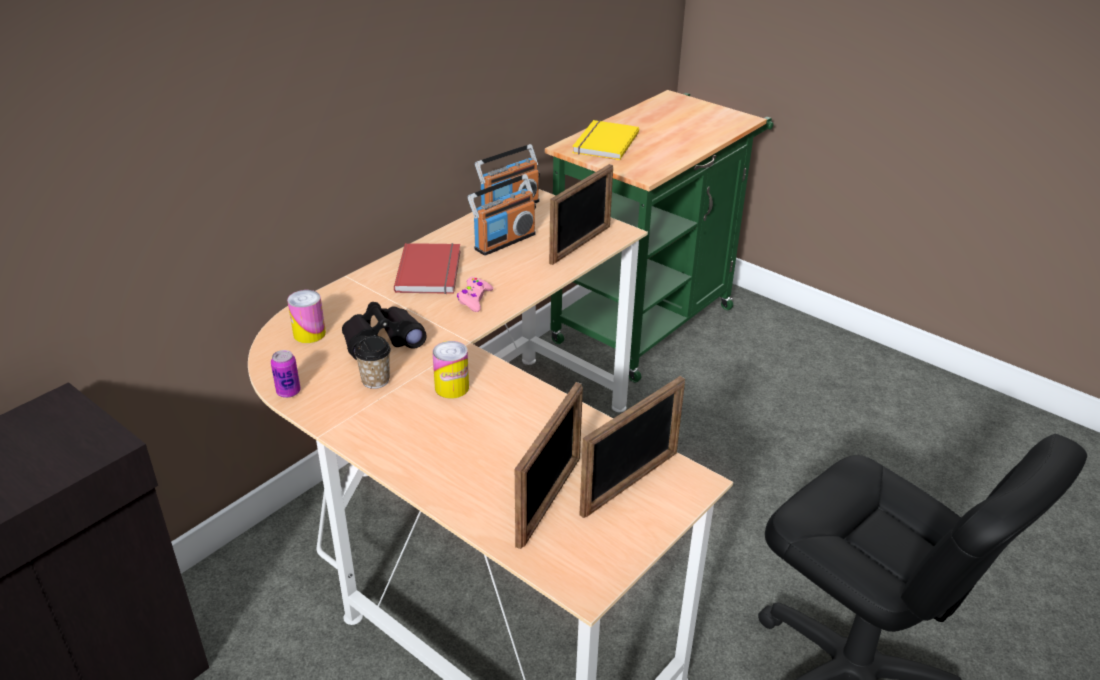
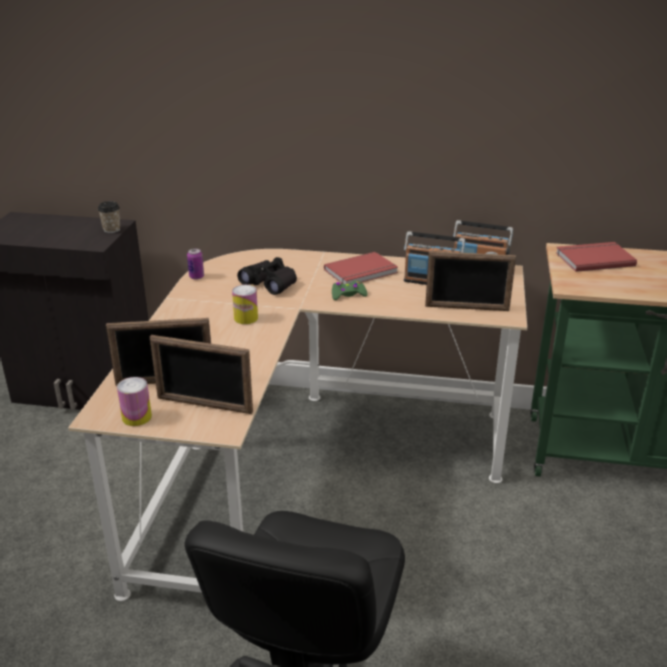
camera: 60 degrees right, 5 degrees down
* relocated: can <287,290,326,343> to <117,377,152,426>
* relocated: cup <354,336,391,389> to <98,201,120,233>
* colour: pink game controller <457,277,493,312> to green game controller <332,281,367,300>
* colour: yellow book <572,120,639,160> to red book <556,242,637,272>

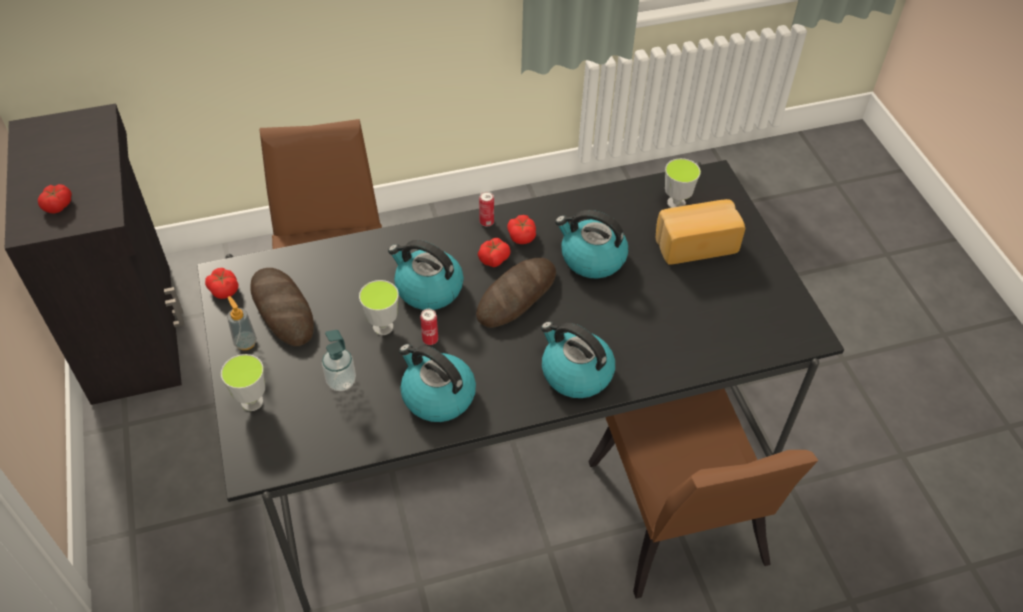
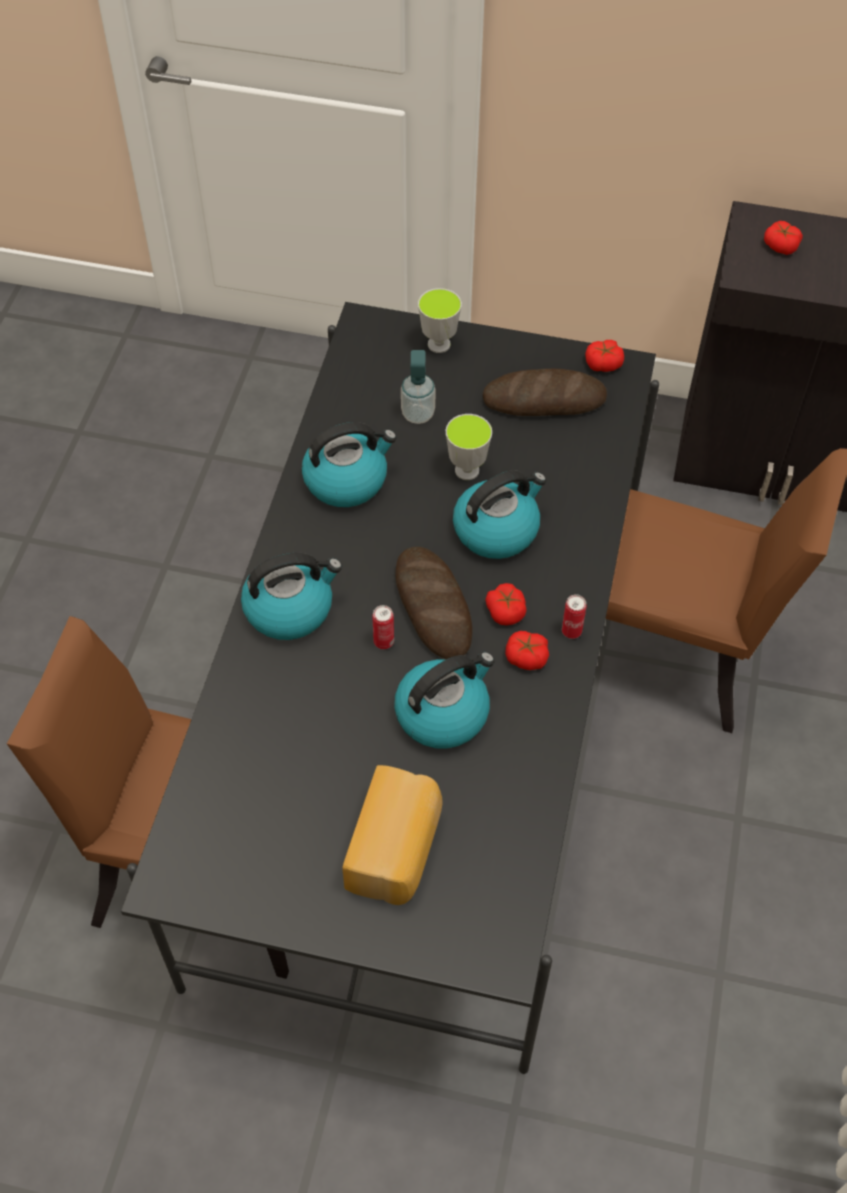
camera: 120 degrees right, 5 degrees up
* missing: soap dispenser <227,296,257,350>
* relocated: can <420,309,438,345> to <372,605,394,649>
* missing: cup <665,158,701,208>

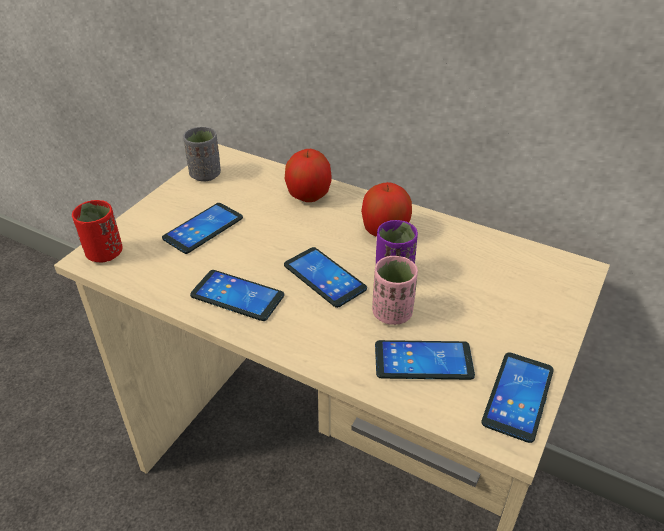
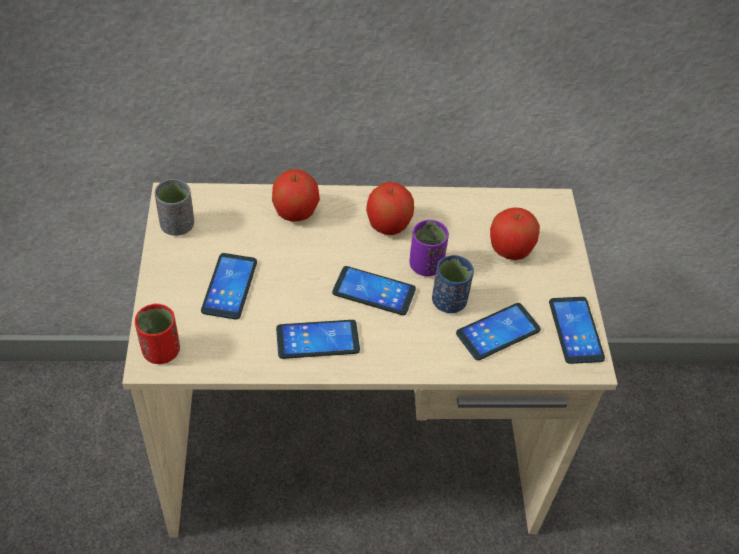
camera: 35 degrees left, 10 degrees up
* colour: pink cup <372,256,418,325> to blue cup <432,255,474,313>
* appeared: apple <490,208,540,260>

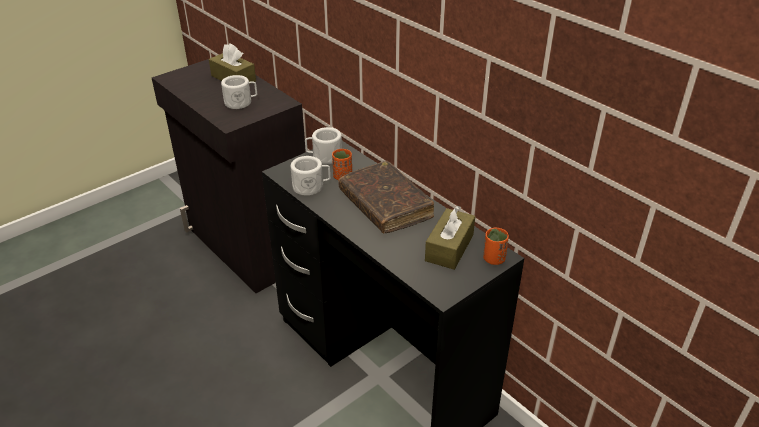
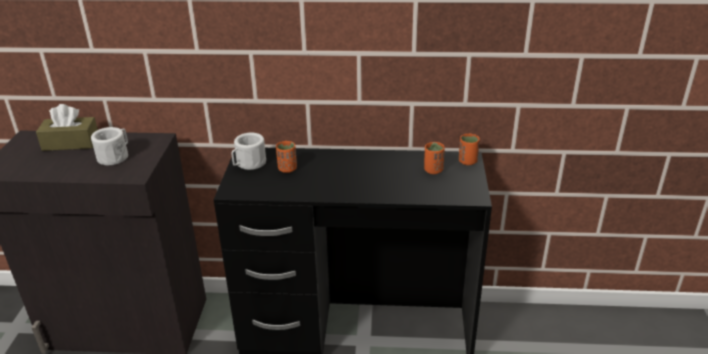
camera: 45 degrees left, 5 degrees down
* missing: white mug <291,156,331,196>
* missing: brown book <338,161,434,234>
* exchanged: brown tissue box <425,205,475,270> to orange cup <424,142,445,174>

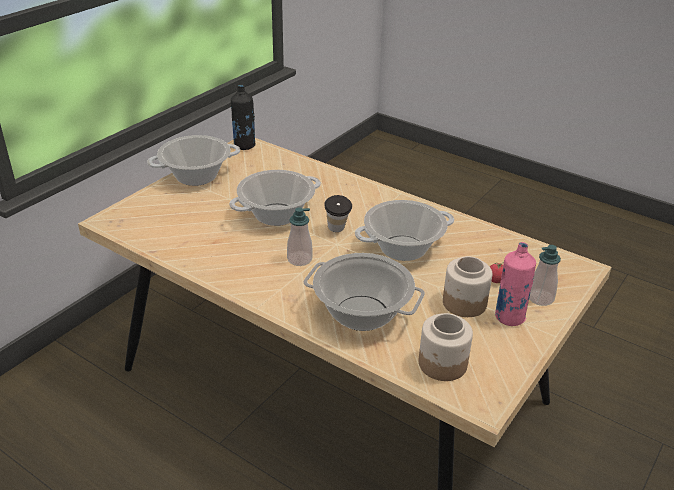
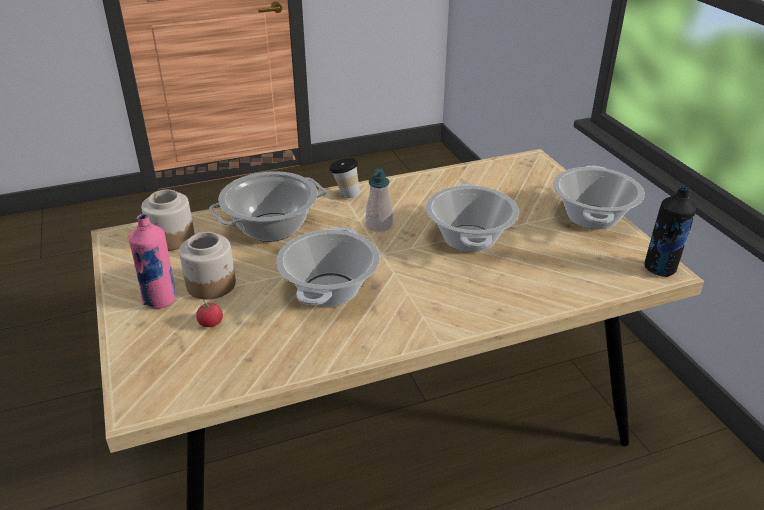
camera: 125 degrees right, 0 degrees up
* relocated: cup <324,195,352,232> to <329,158,360,198>
* missing: soap dispenser <529,245,561,306>

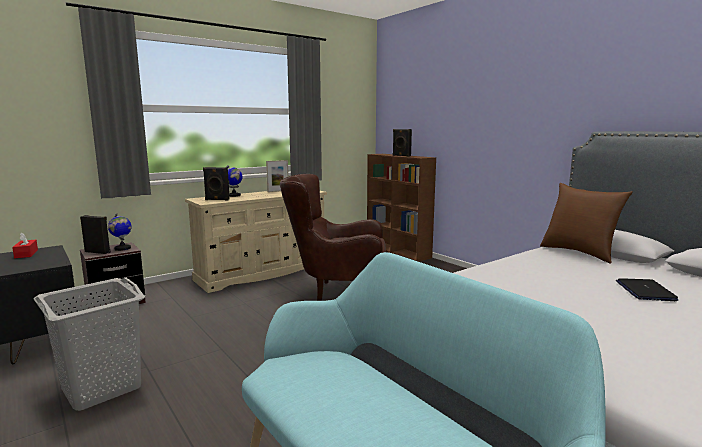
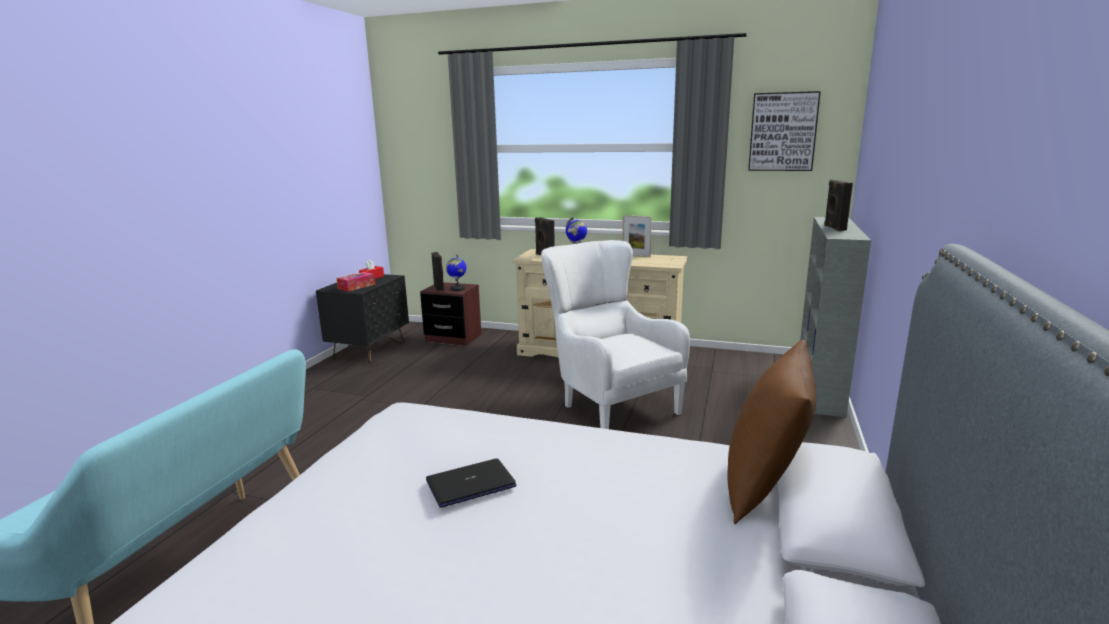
camera: 55 degrees right, 5 degrees up
* missing: grey laundry basket <33,278,145,411>
* colour: brown armchair <280,174,386,301> to white armchair <541,240,690,429>
* colour: brown bookcase <367,154,436,262> to grey bookcase <800,217,871,417>
* relocated: laptop <616,278,679,301> to <426,458,517,508>
* appeared: tissue box <337,272,376,292>
* appeared: picture <748,91,821,171>

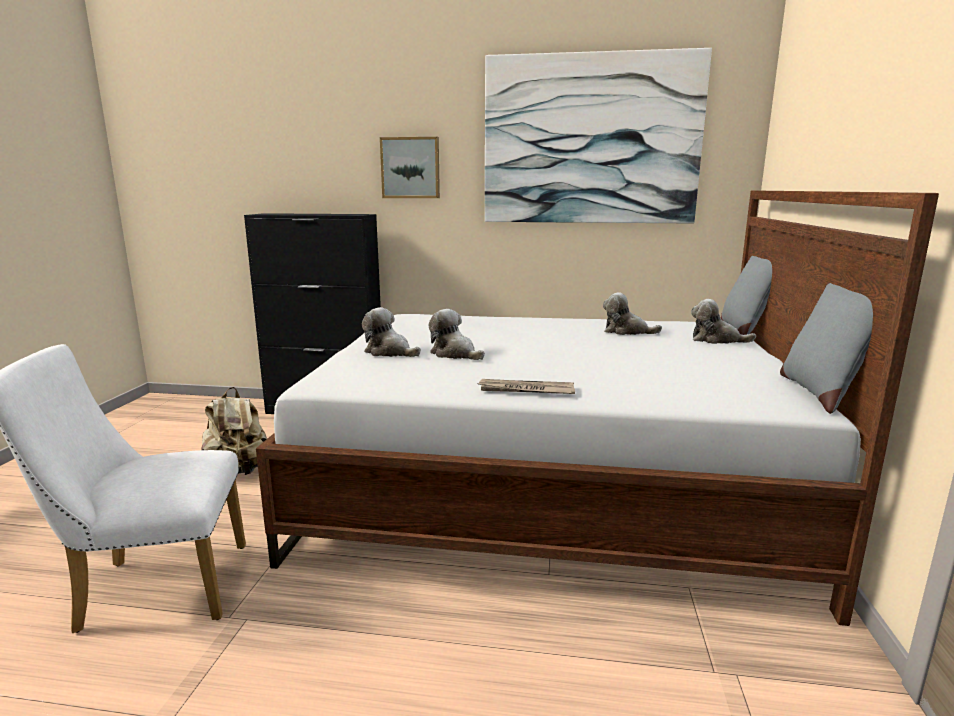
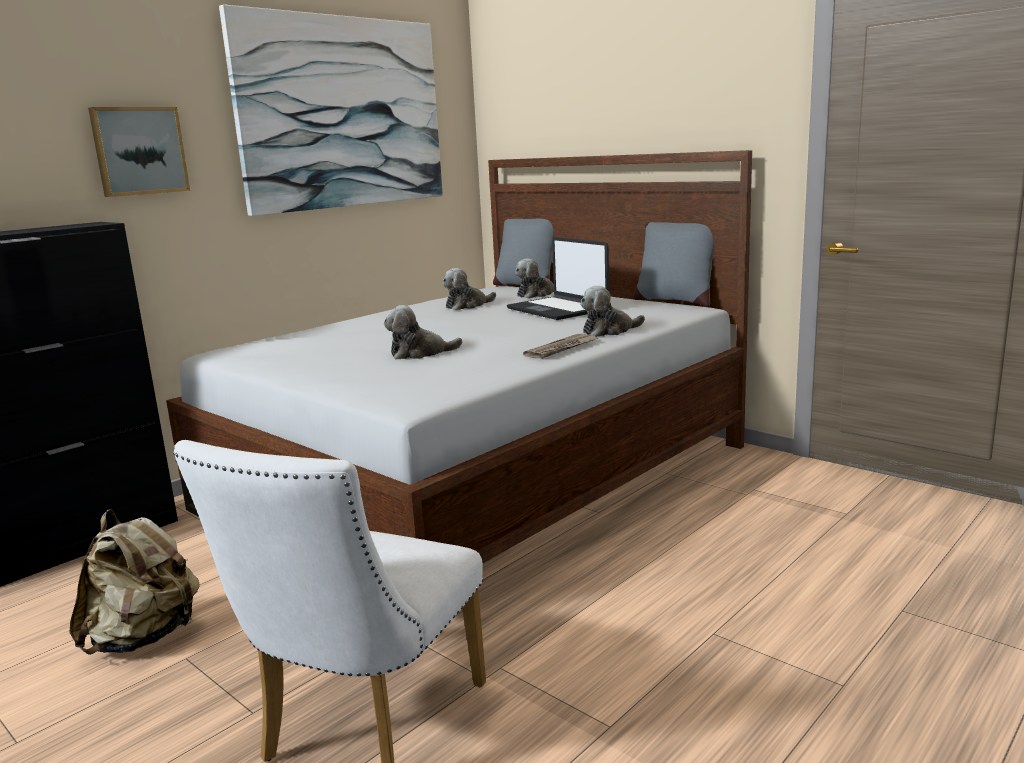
camera: 55 degrees left, 0 degrees up
* relocated: plush toy <362,307,421,357> to <580,286,645,337>
* appeared: laptop <507,237,609,320>

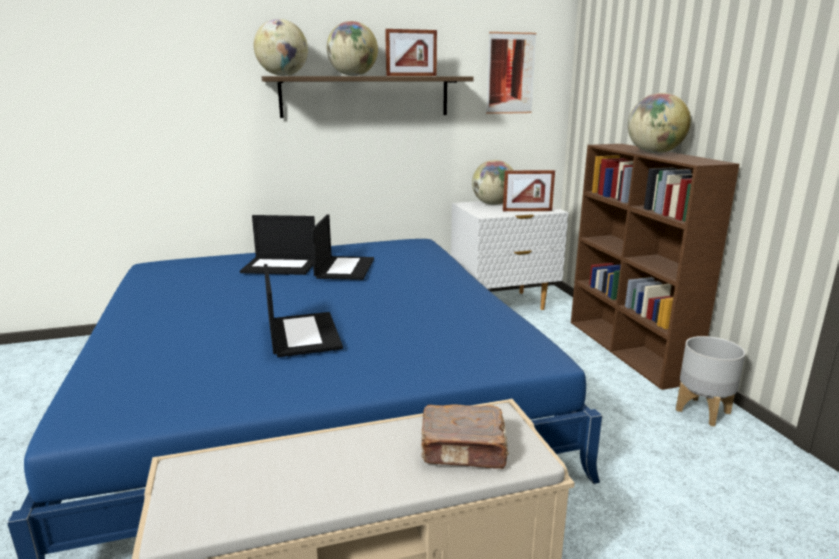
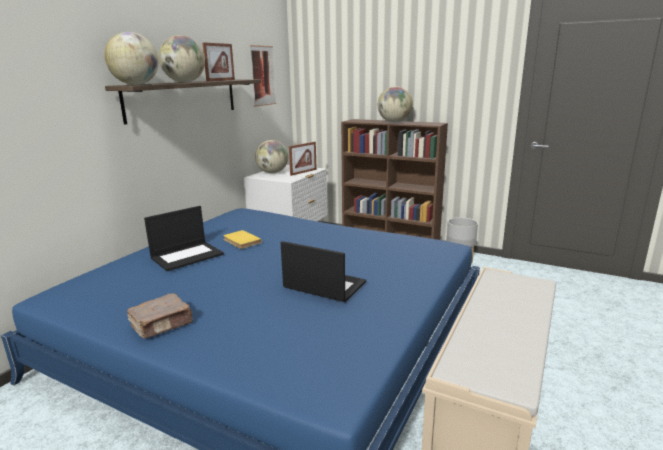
camera: 45 degrees left, 0 degrees up
* exchanged: laptop <311,214,374,280> to yellow book <223,230,262,249>
* relocated: brown book <421,404,509,469> to <127,293,193,338>

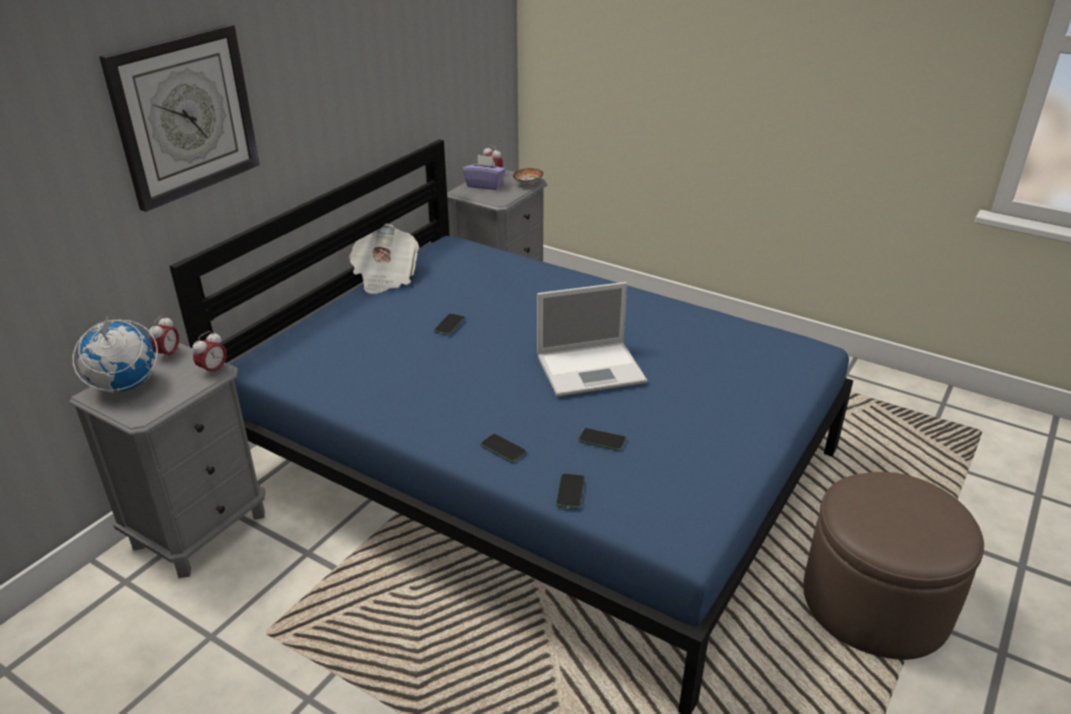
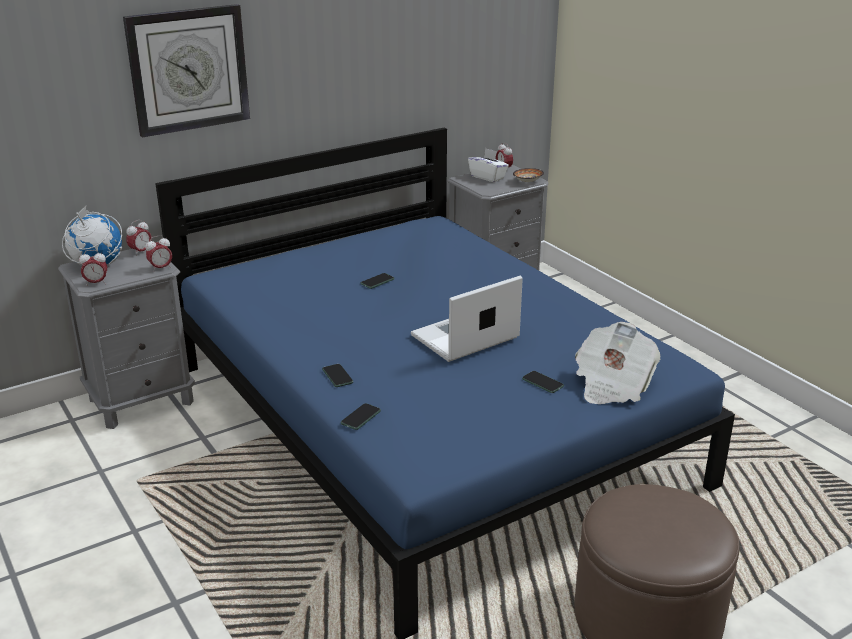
camera: 25 degrees right, 5 degrees down
* relocated: newspaper <349,223,419,294> to <575,322,661,404>
* colour: purple tissue box <462,155,506,190> to white tissue box <468,148,509,182>
* spun: laptop <537,282,647,397> = <411,276,523,362> 135 degrees clockwise
* relocated: phone <578,428,626,451> to <522,371,564,393>
* appeared: alarm clock <79,250,107,286>

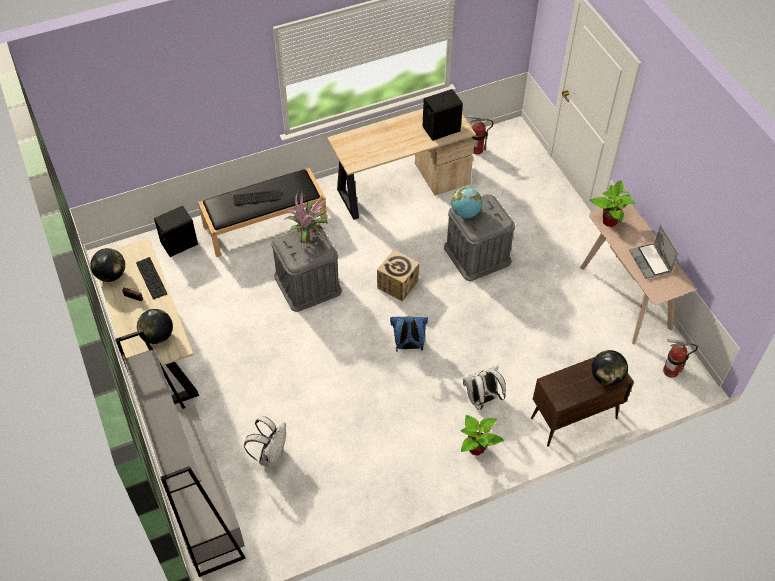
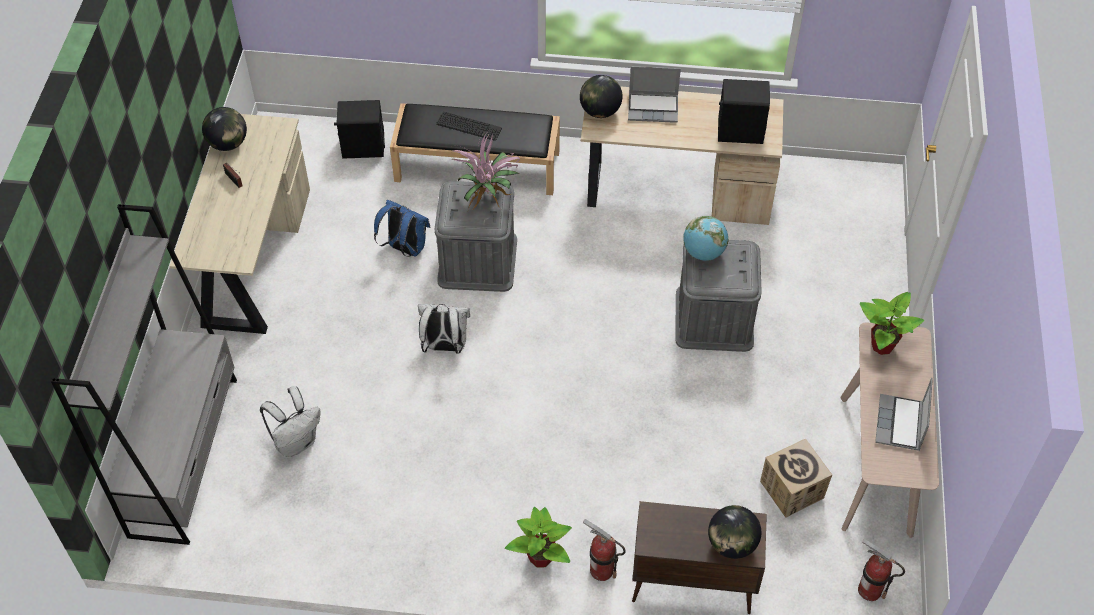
camera: 30 degrees right, 0 degrees up
* missing: keyboard <136,257,167,300>
* relocated: globe <137,309,173,344> to <580,75,623,118>
* relocated: cardboard box <377,250,420,301> to <760,439,832,518>
* relocated: blue backpack <390,316,428,352> to <374,200,430,257>
* relocated: white backpack <463,366,506,410> to <418,304,470,353>
* relocated: fire extinguisher <467,115,493,154> to <583,519,626,581>
* appeared: laptop <628,66,681,123>

